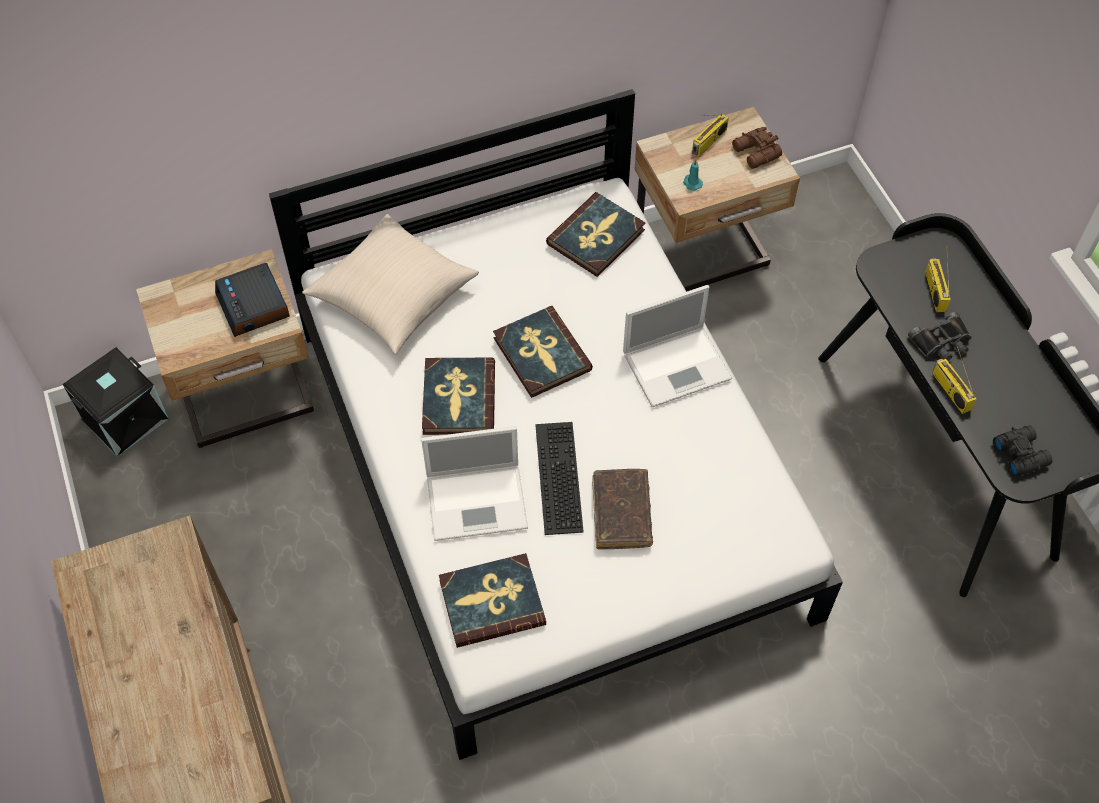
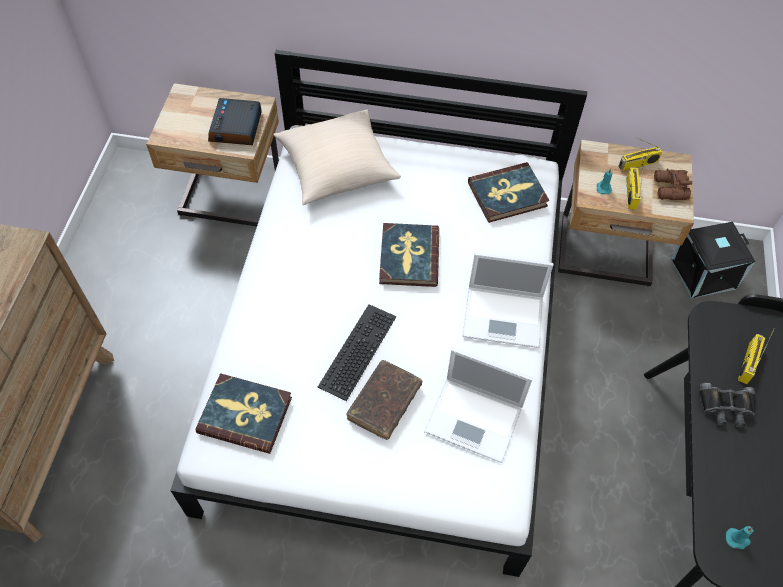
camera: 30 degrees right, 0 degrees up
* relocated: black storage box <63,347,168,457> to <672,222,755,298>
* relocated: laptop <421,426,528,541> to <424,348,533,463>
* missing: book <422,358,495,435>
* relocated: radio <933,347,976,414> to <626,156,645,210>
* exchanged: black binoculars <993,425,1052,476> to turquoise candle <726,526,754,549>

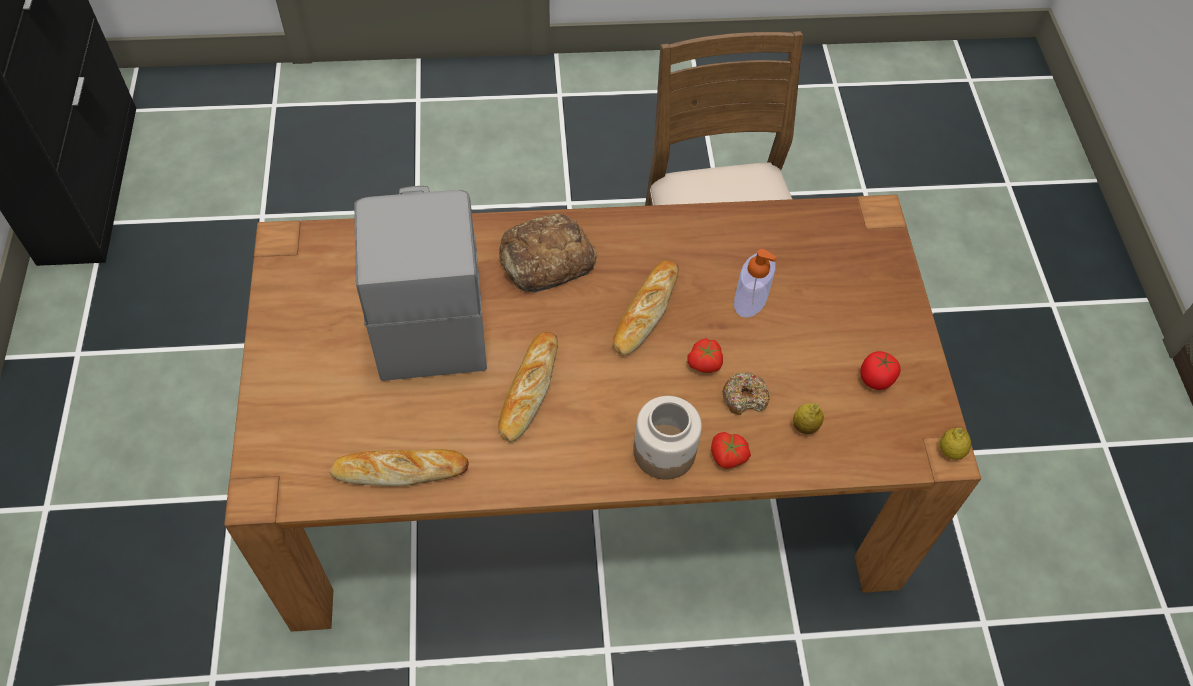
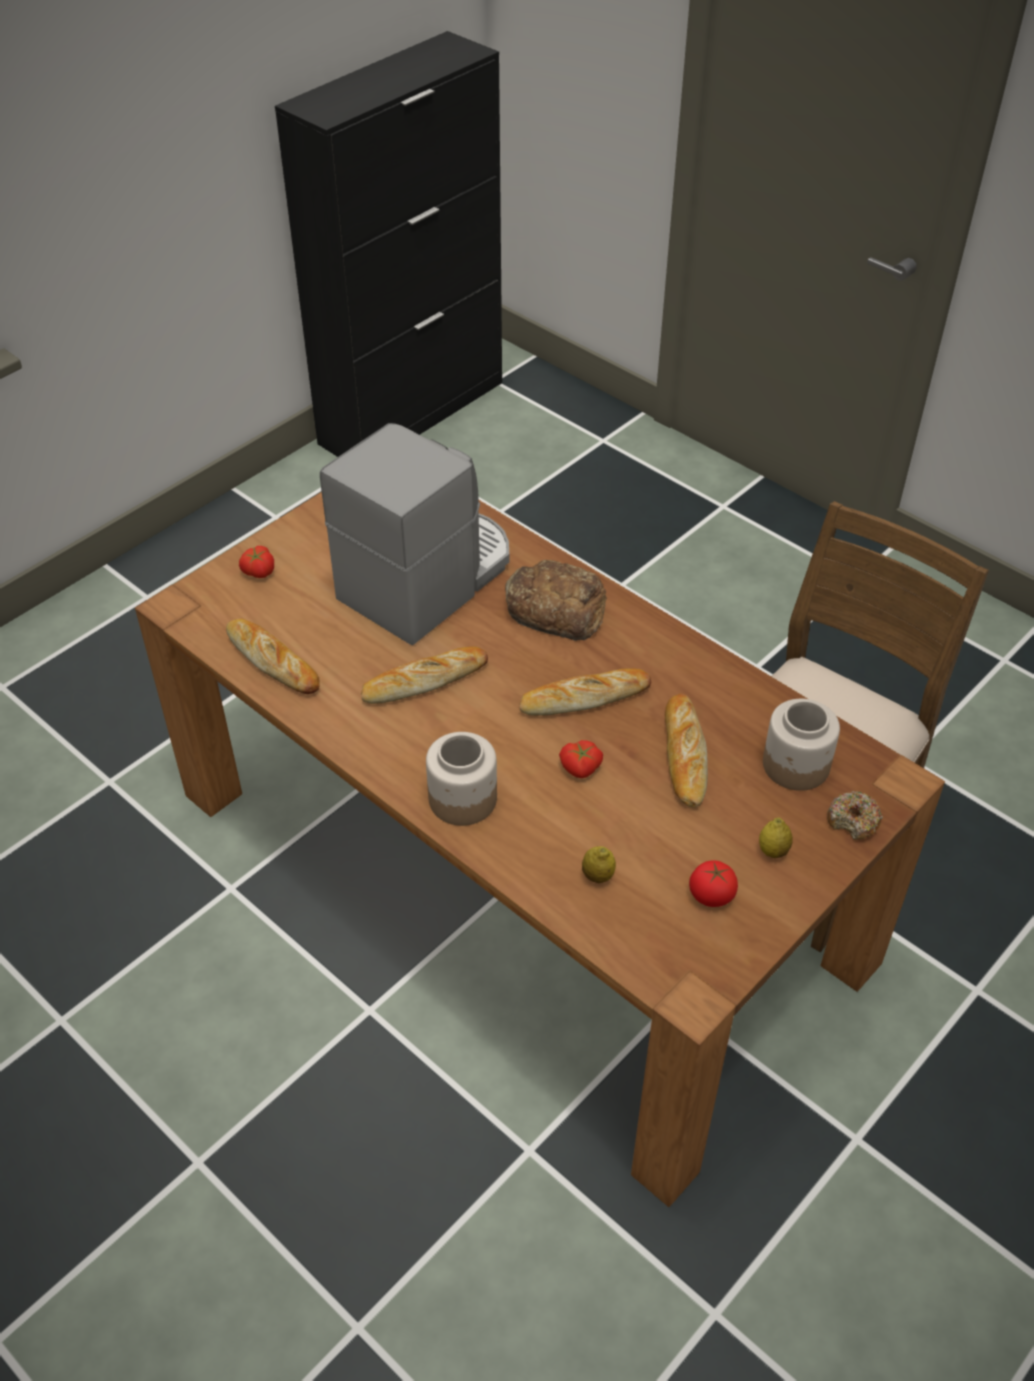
camera: 50 degrees right, 10 degrees down
* relocated: tomato <711,432,751,469> to <239,546,274,578>
* relocated: donut <722,372,770,415> to <827,791,883,840>
* exchanged: soap dispenser <734,249,776,318> to bread <665,693,708,808>
* relocated: lemon <940,428,971,460> to <759,818,793,858>
* appeared: jar <763,699,840,791>

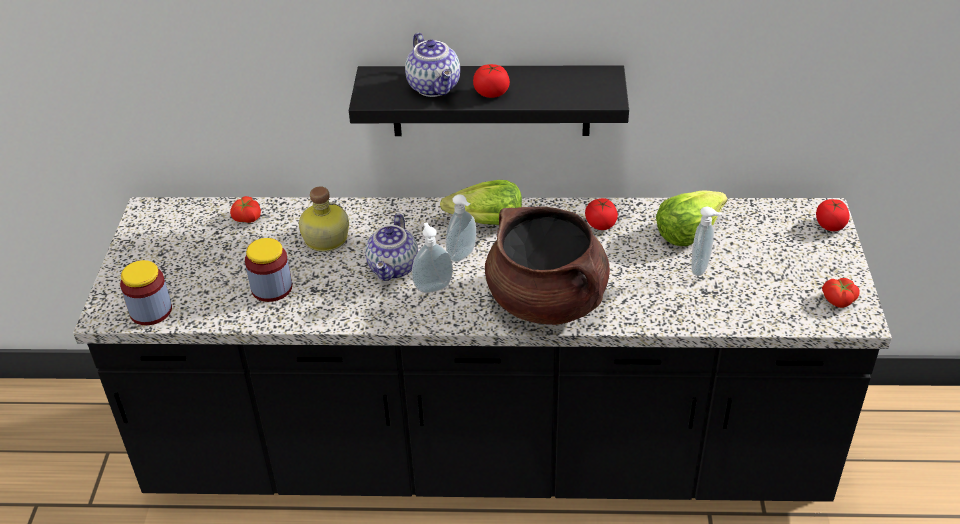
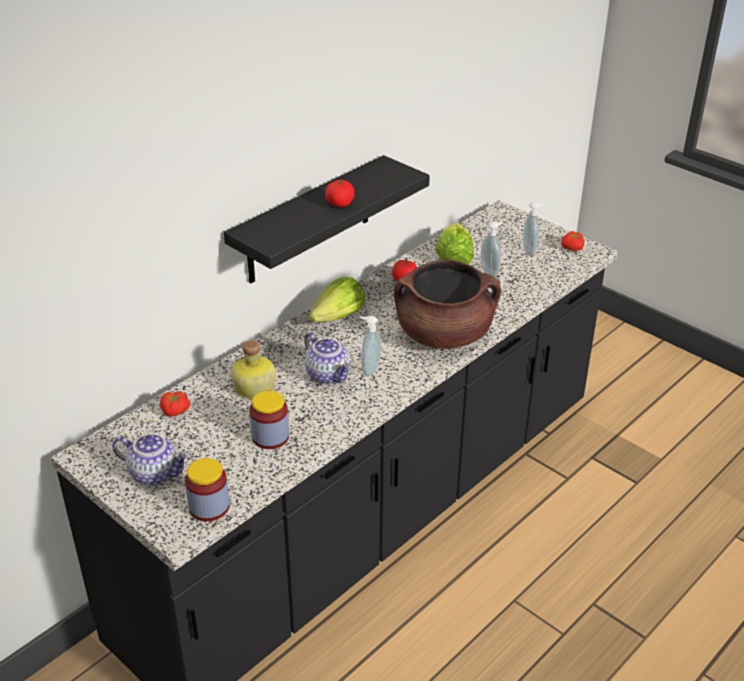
camera: 50 degrees left, 5 degrees down
* relocated: teapot <405,33,460,97> to <112,433,190,486>
* relocated: soap dispenser <446,194,476,262> to <523,202,545,256>
* missing: tomato <816,199,849,231>

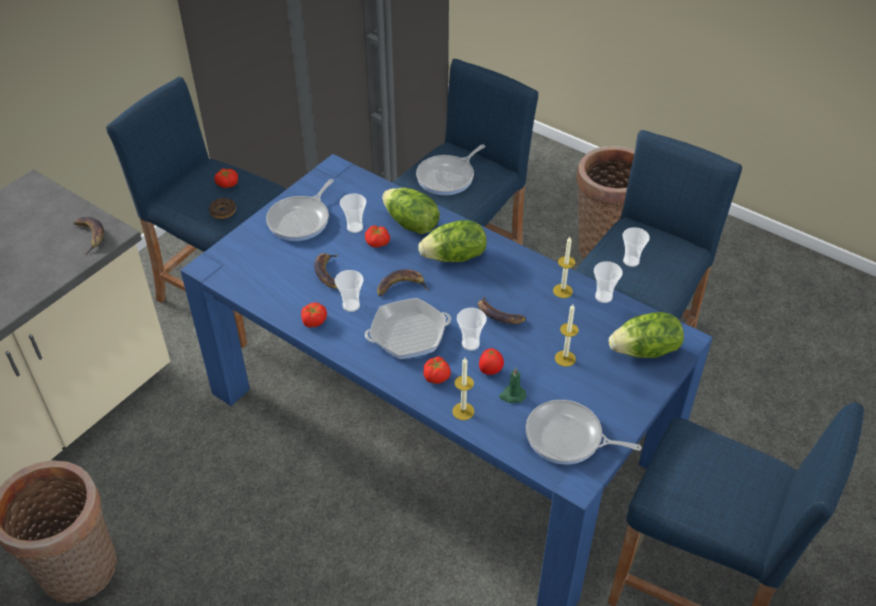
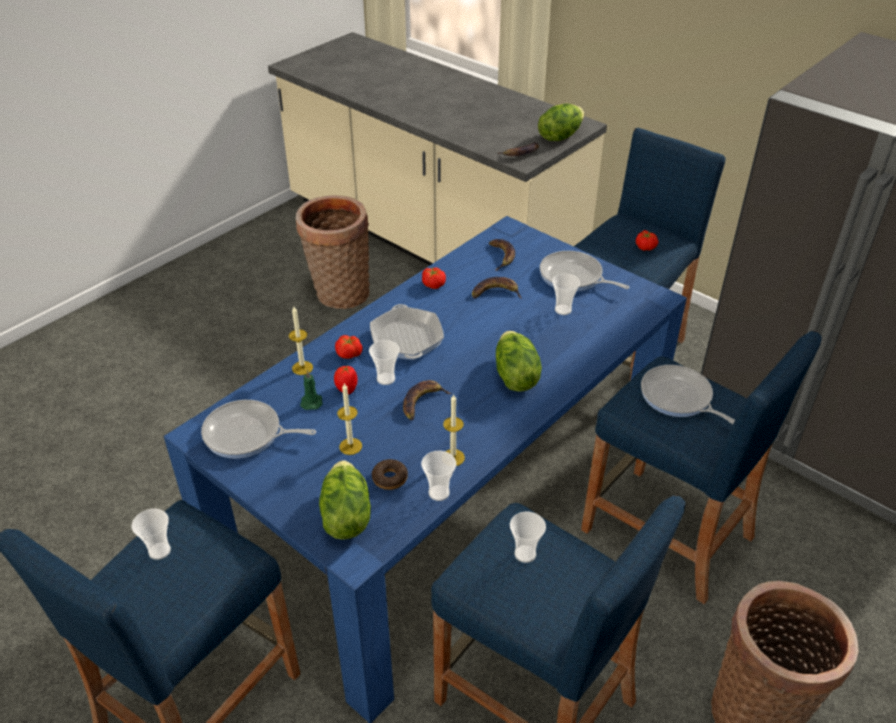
camera: 95 degrees right, 5 degrees down
* relocated: donut <209,198,236,219> to <372,459,408,490>
* relocated: cup <335,270,364,312> to <132,509,171,560>
* missing: tomato <365,225,390,247>
* relocated: banana <377,269,430,296> to <489,239,515,271>
* relocated: lettuce <382,188,440,234> to <538,103,584,141>
* spun: frying pan <526,400,642,464> = <201,400,316,459> 105 degrees counterclockwise

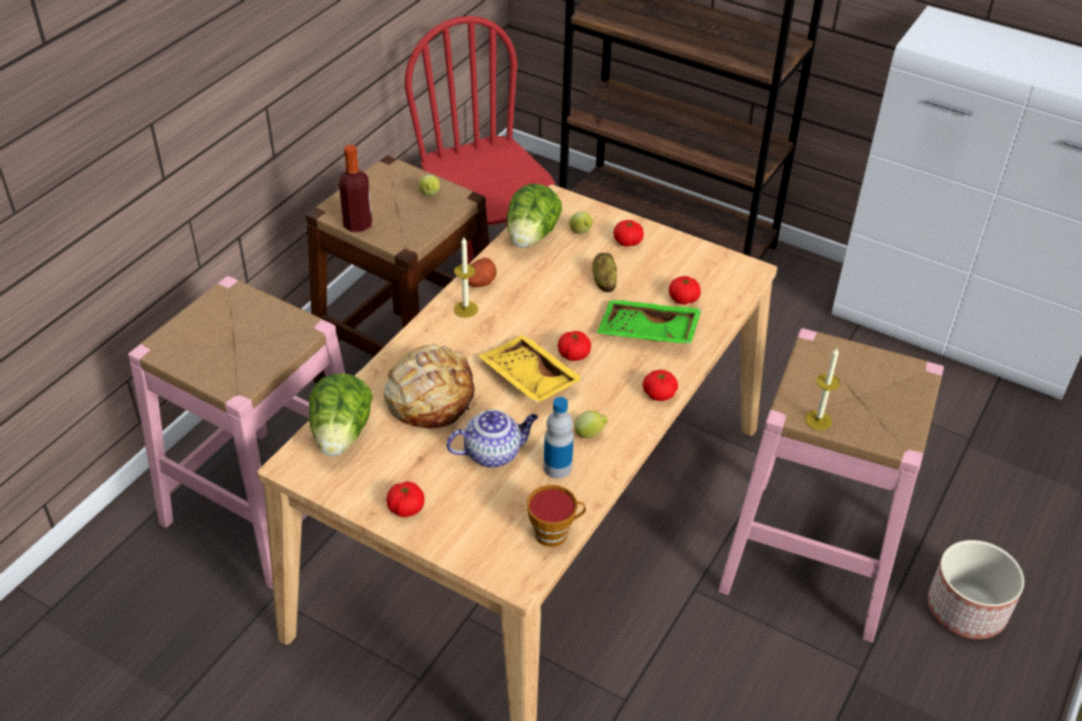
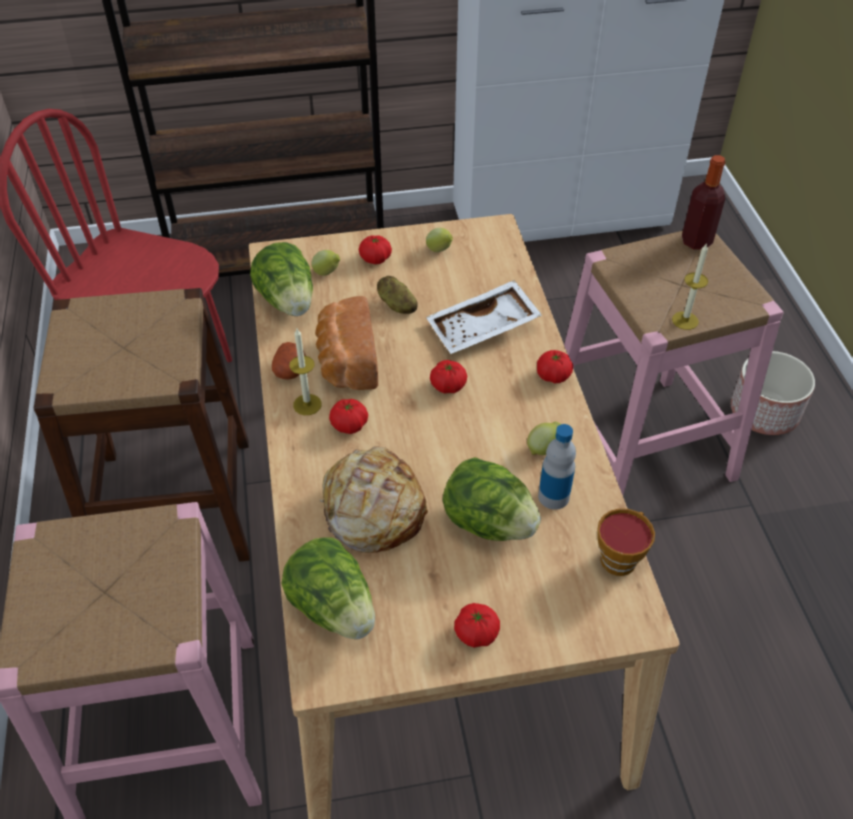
camera: 40 degrees left, 5 degrees up
* relocated: bottle <339,145,372,232> to <682,155,725,250>
* relocated: lemon <419,175,440,196> to <426,228,453,252>
* exchanged: teapot <446,409,538,468> to lettuce <442,457,541,541>
* missing: yellow tray <478,335,584,403>
* colour: green tray <597,299,702,344> to white tray <426,280,542,354>
* relocated: tomato <669,276,701,304> to <329,399,368,434>
* appeared: bread <315,296,378,390>

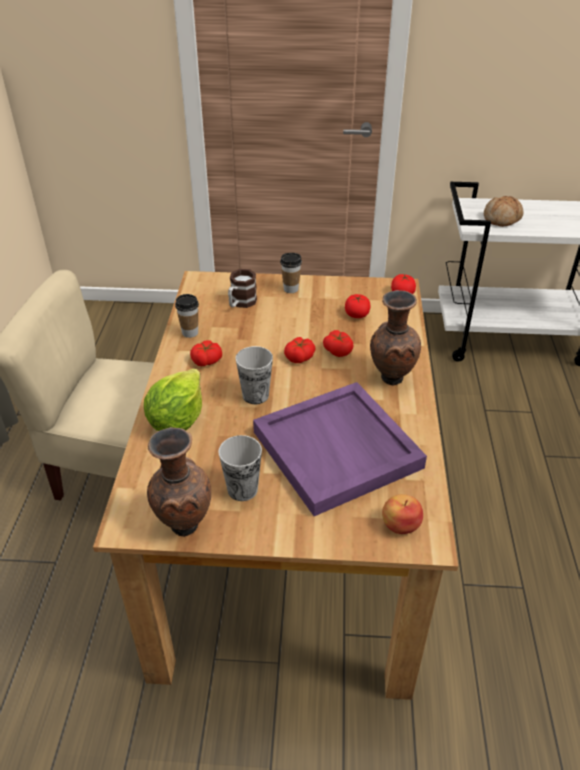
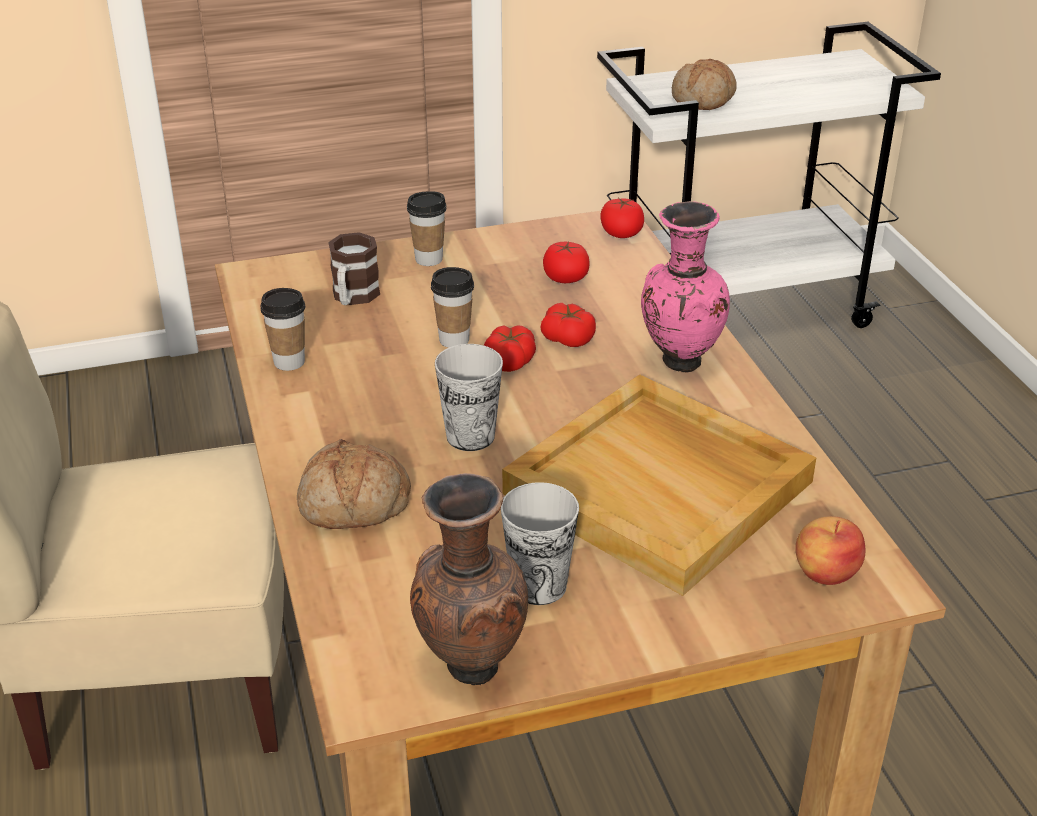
camera: 20 degrees left, 5 degrees down
* exchanged: lettuce <144,368,202,431> to bread <297,439,411,529>
* missing: tomato <190,340,222,366>
* colour: purple tray <253,382,427,516> to beige tray <502,374,817,596>
* colour: brown vase <370,290,421,386> to pink vase <641,201,730,372>
* appeared: cup <431,267,474,348>

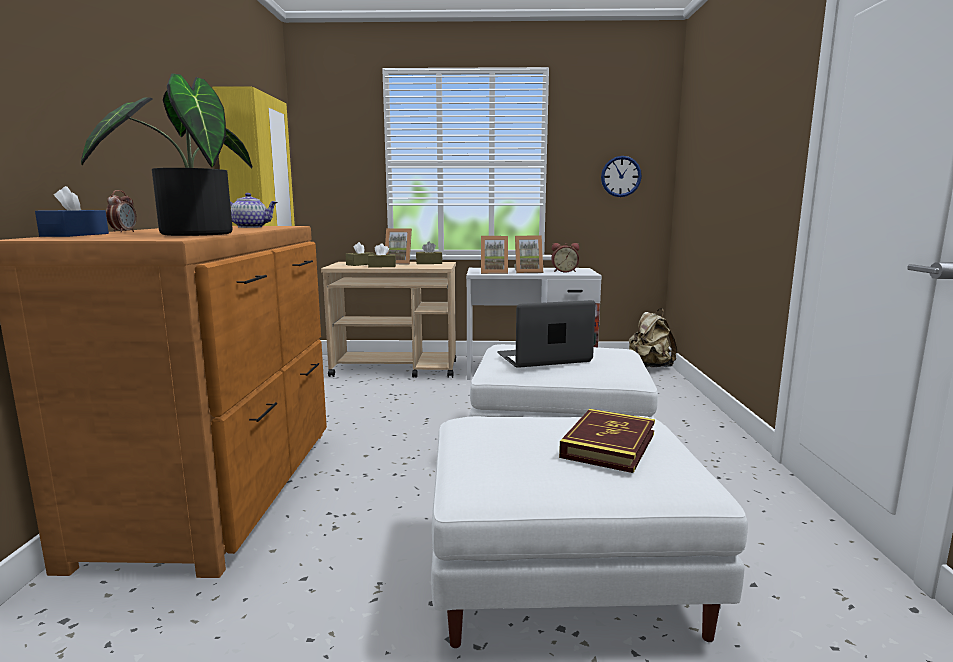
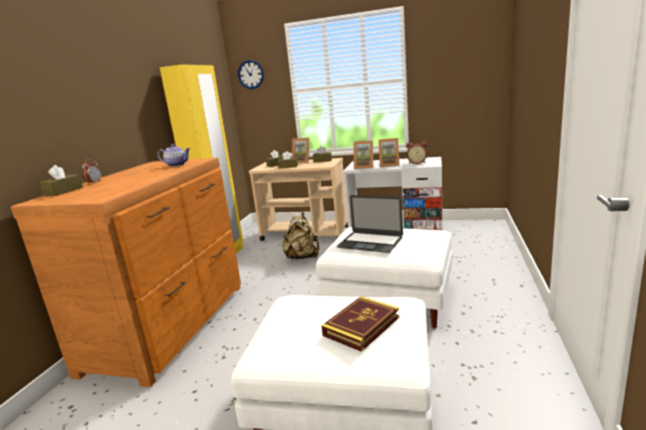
camera: 15 degrees right, 5 degrees up
* colour: blue tissue box <35,186,109,237> to brown tissue box <39,165,83,196>
* missing: potted plant <81,73,252,236>
* spun: laptop <497,300,596,368> = <337,195,403,253> 150 degrees counterclockwise
* relocated: wall clock <601,156,642,197> to <238,60,264,89>
* relocated: beige backpack <629,308,678,367> to <282,212,319,259>

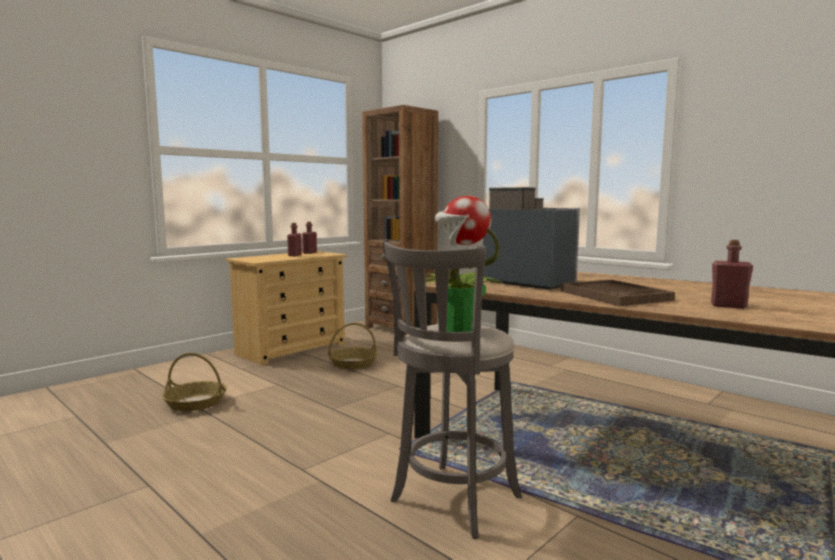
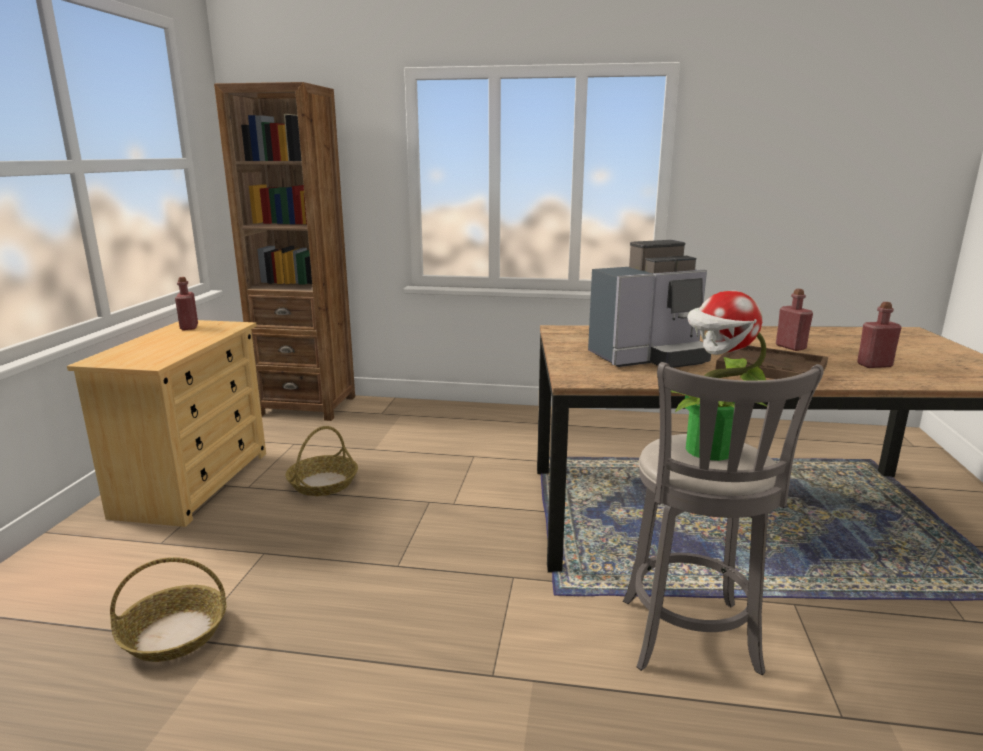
camera: 35 degrees left, 10 degrees up
* relocated: red bottle <287,223,302,256> to <776,289,813,351>
* spun: coffee machine <483,187,580,290> = <588,240,711,368> 150 degrees clockwise

